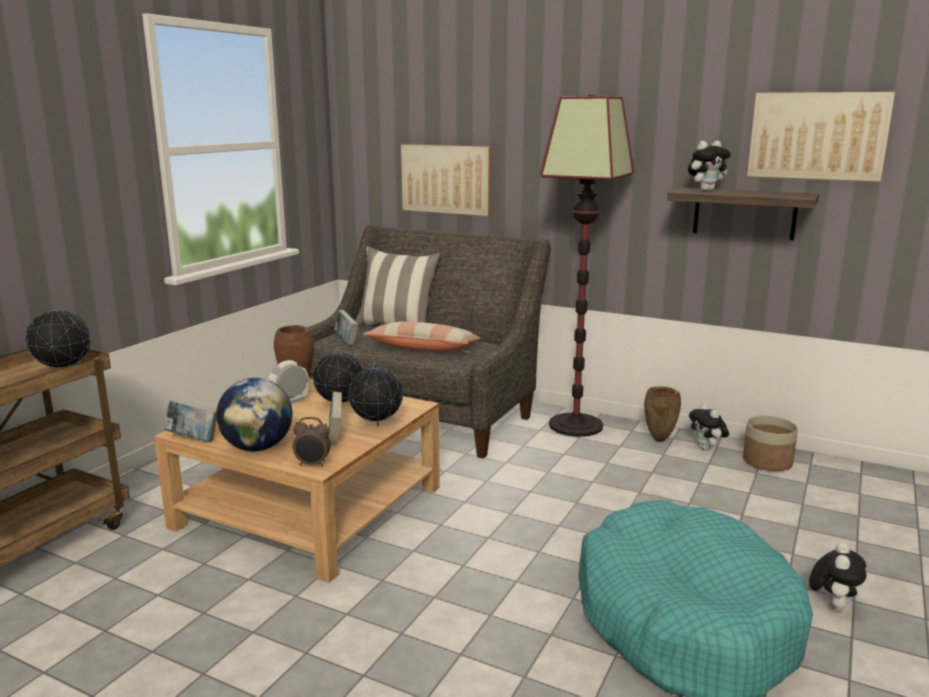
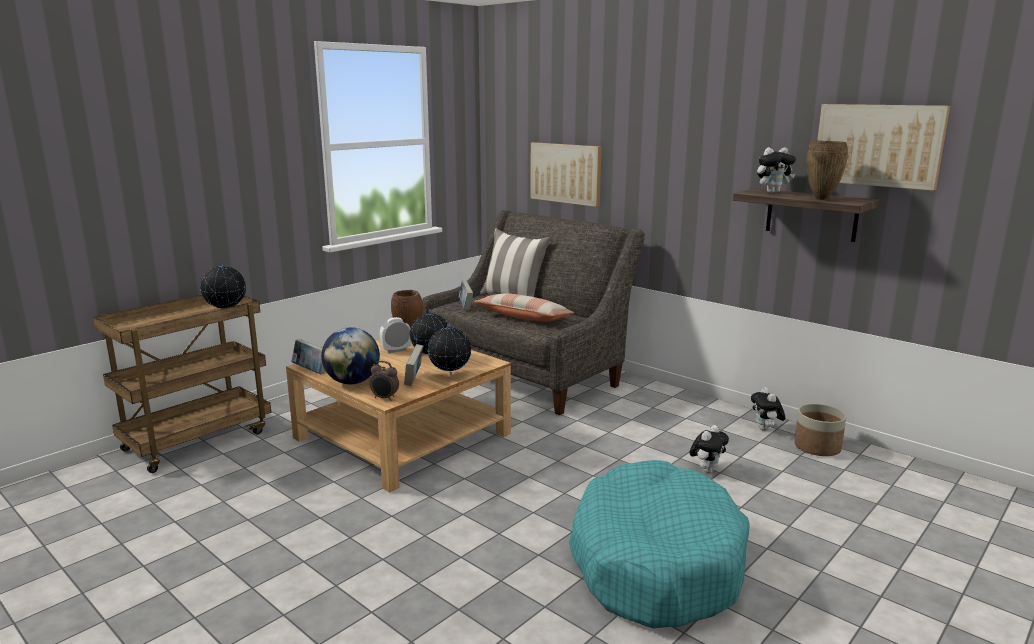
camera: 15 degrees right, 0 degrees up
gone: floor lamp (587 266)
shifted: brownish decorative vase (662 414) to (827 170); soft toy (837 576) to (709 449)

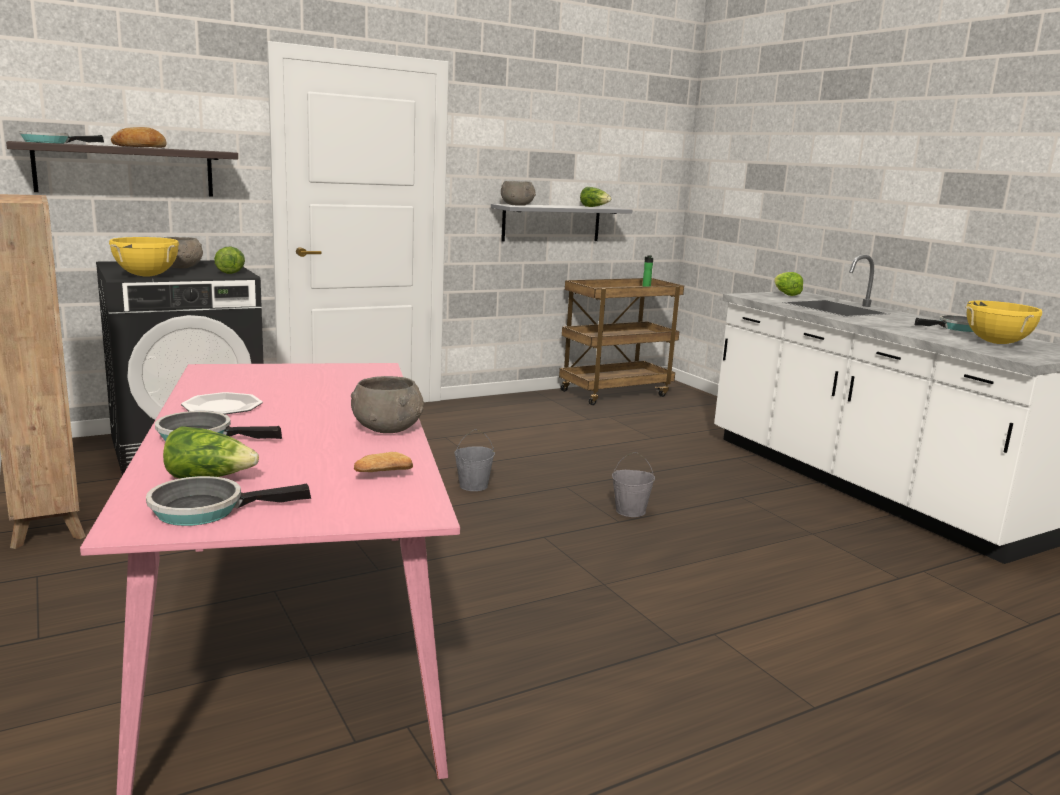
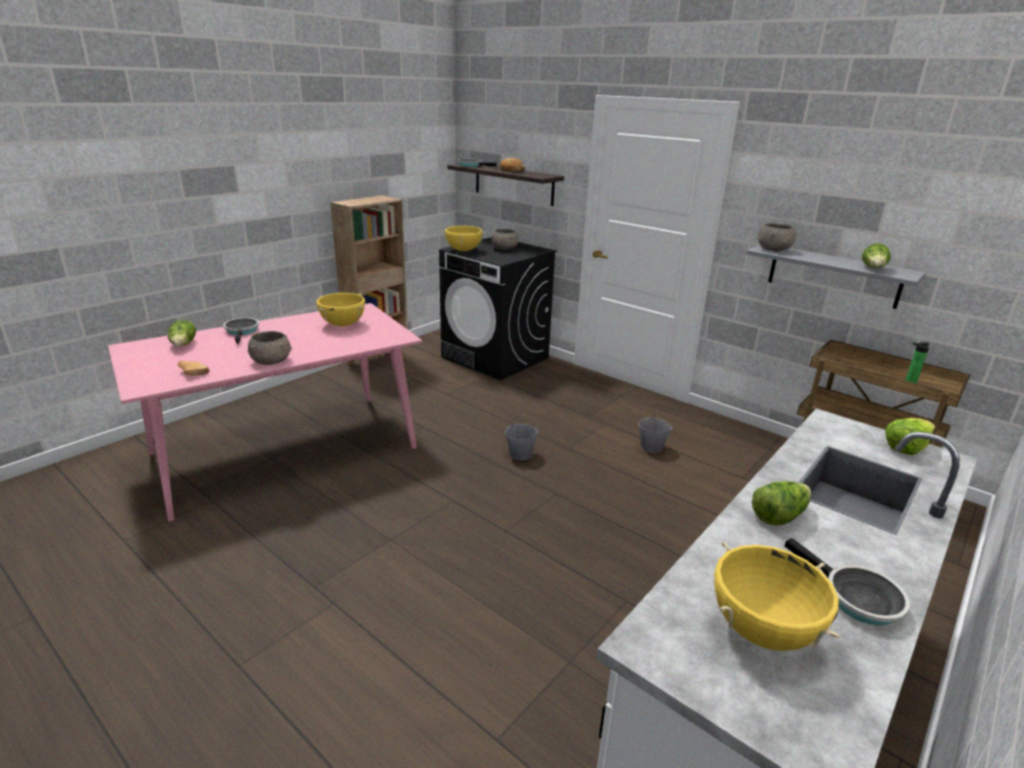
camera: 70 degrees right, 10 degrees up
gone: flat dish (222 403); frying pan (228 501)
new: yellow-coloured saucepot (340 309)
shifted: lettuce (229 260) to (781 503); gray pail (633 484) to (655 430)

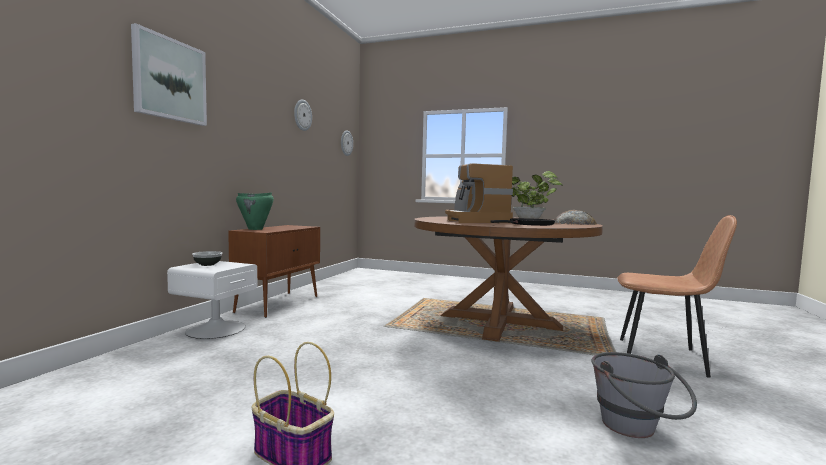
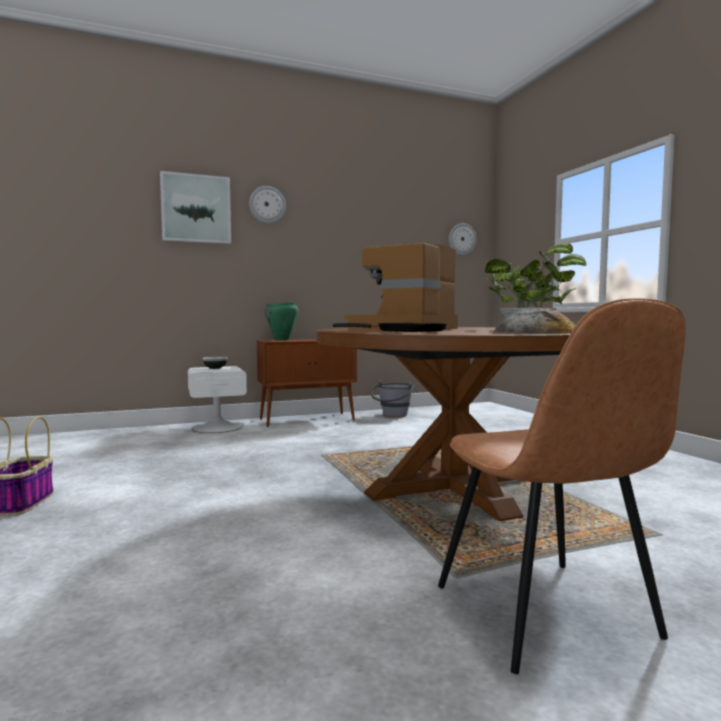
camera: 50 degrees right, 0 degrees up
shifted: wall clock (303 115) to (267 205); gray pail (644 395) to (392 399)

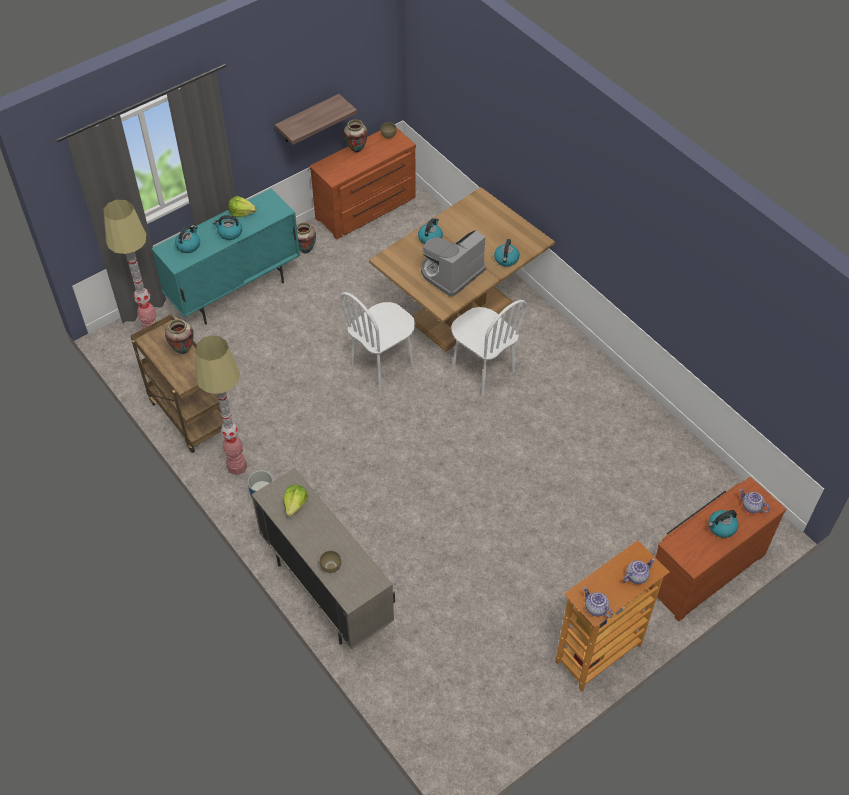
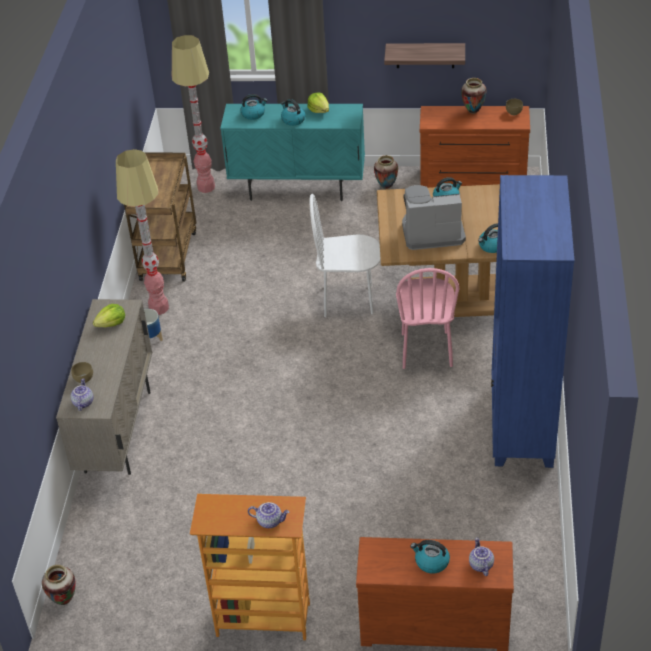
camera: 45 degrees right, 10 degrees down
new: bluish bookcase (533 321)
shifted: decorative vase (179 336) to (59 585); pot for tea (598 602) to (82 394)
repainted: white-coloured upright chair (489 348) to pink upright chair (427 318)

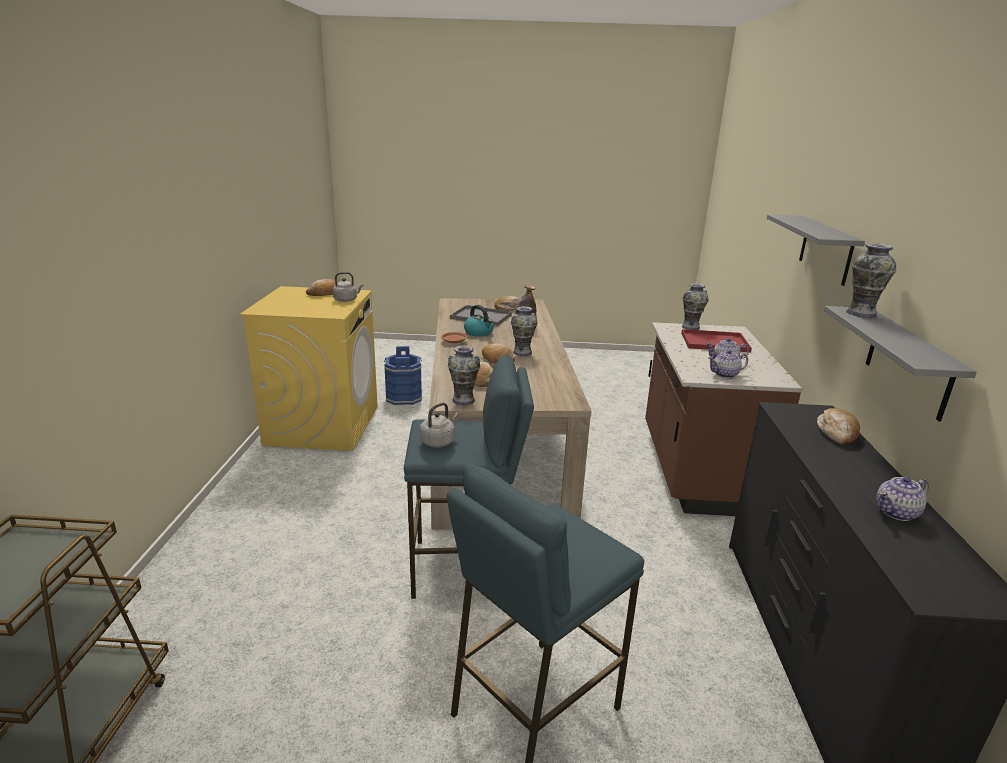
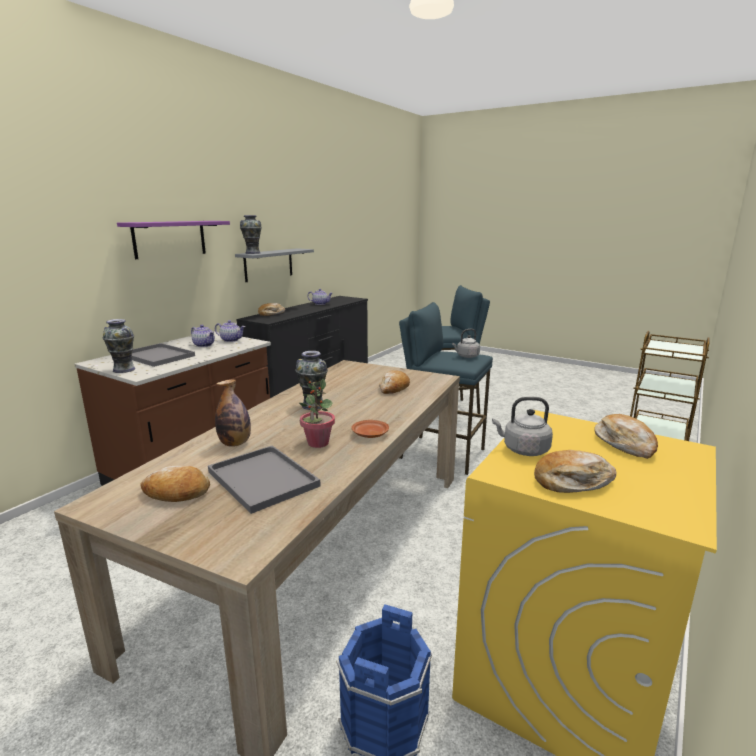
camera: 150 degrees left, 5 degrees down
gone: decorative vase (464 375)
shifted: bakery bread (498 353) to (626 436)
swapped: tea kettle (479 321) to potted plant (317 413)
repainted: gray wall shelf (816 250) to purplish wall shelf (173 240); red-coloured tray (716 340) to gray tray (163 355)

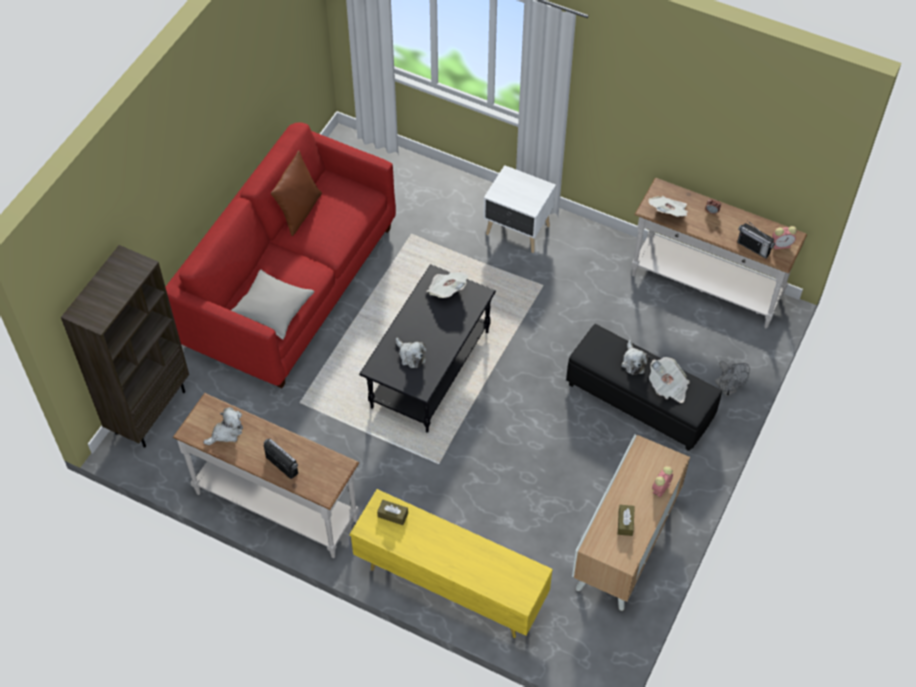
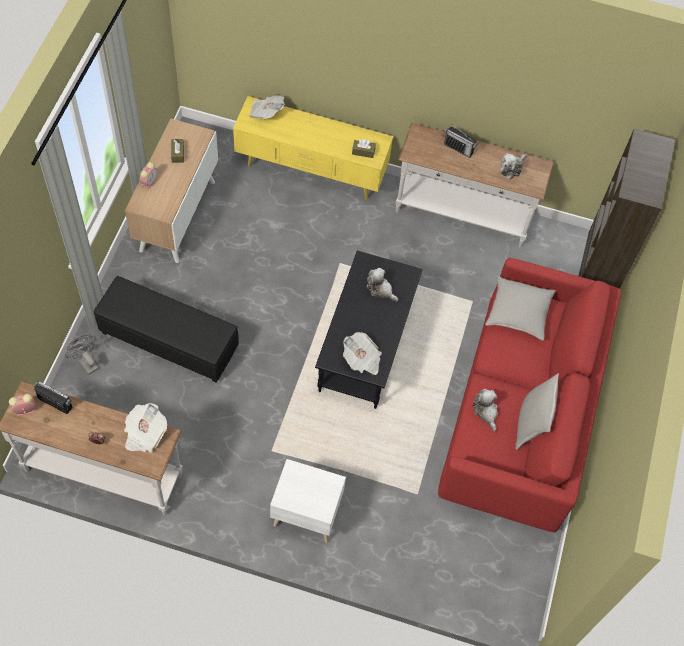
camera: 165 degrees right, 5 degrees up
shifted: soft toy (635 357) to (485 410); newspaper (669 380) to (266 107)
repainted: brownish cushion (296 193) to gray cushion (537 411)

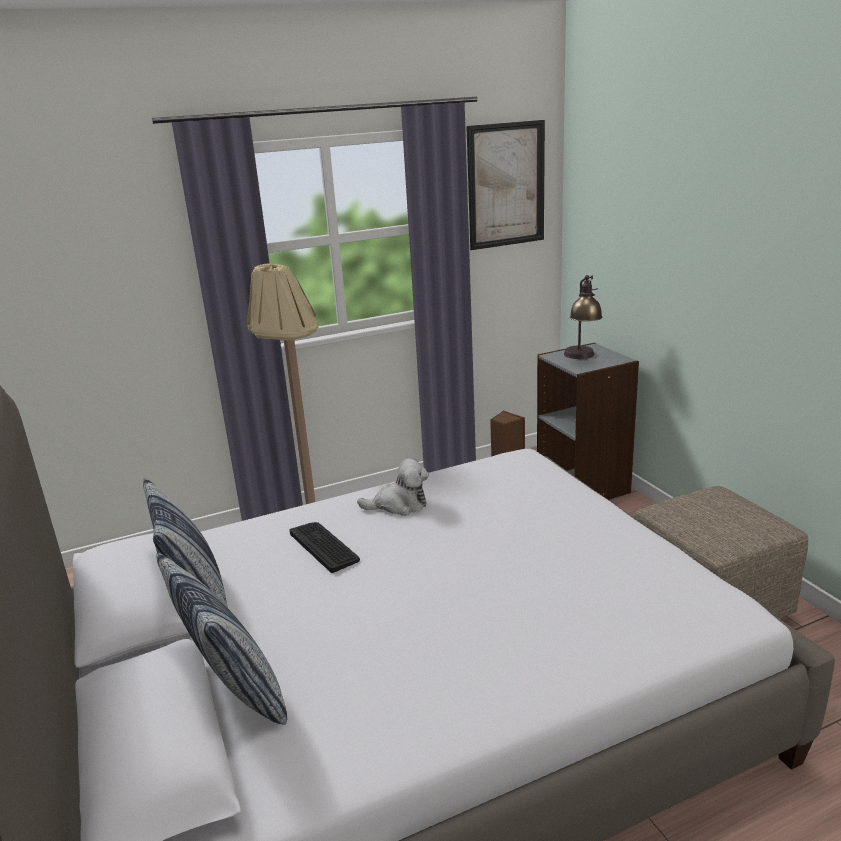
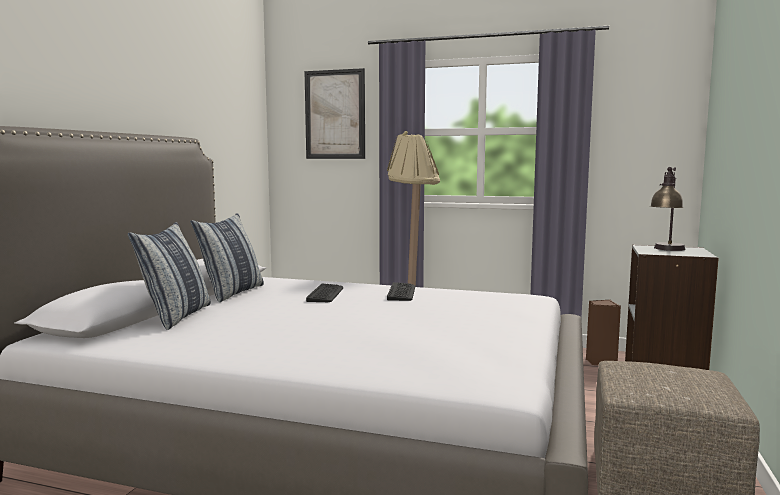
camera: 40 degrees right, 15 degrees down
shifted: wall art (505 185) to (335 113)
swapped: soft toy (393 487) to PC keyboard (401 291)

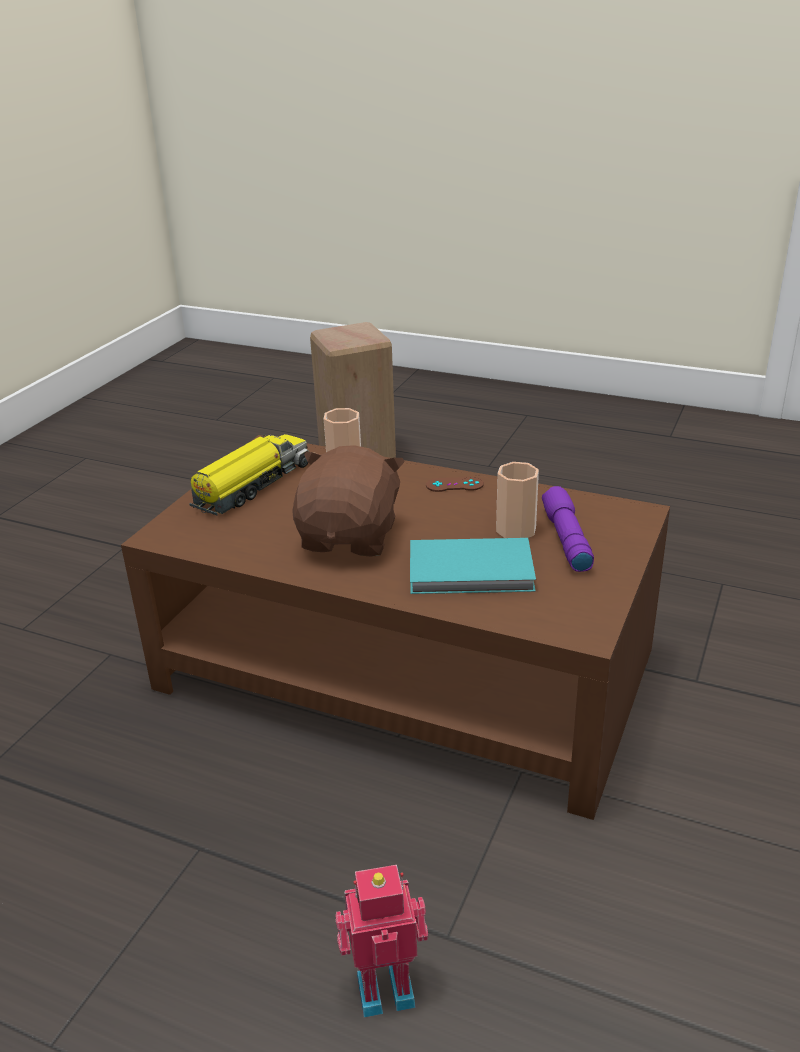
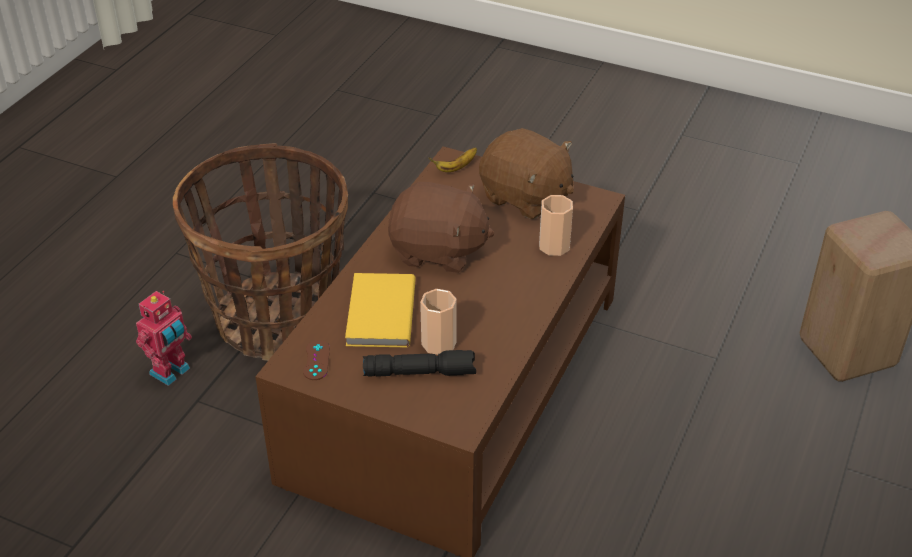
camera: 90 degrees right, 10 degrees up
new: basket (260 252); whole banana (453 159)
shifted: brownish game controller (455 484) to (316 360)
swapped: toy truck (249 474) to brownish soft toy (526 173)
repainted: purplish flashlight (568 529) to black-coloured flashlight (419 363); blue-green book (473 566) to yellow-coloured book (380 310)
rotated: toy robot (381 941) = (164 338) 45 degrees clockwise

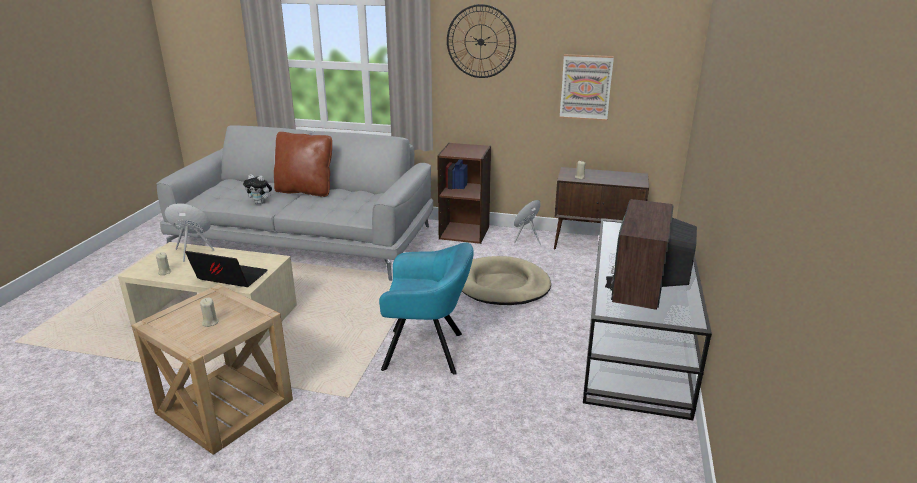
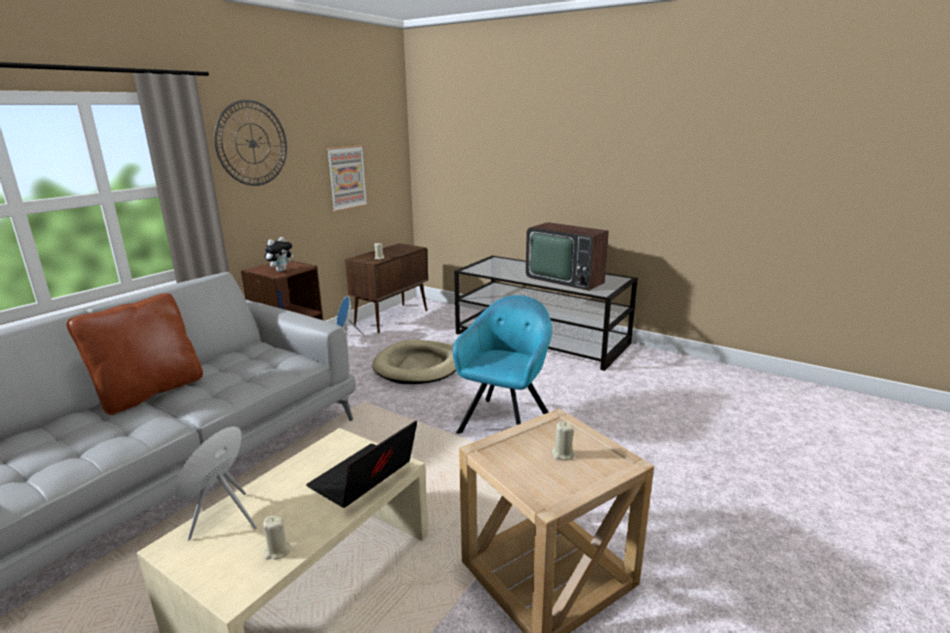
camera: 70 degrees left, 5 degrees down
shifted: soft toy (257 189) to (279 254)

